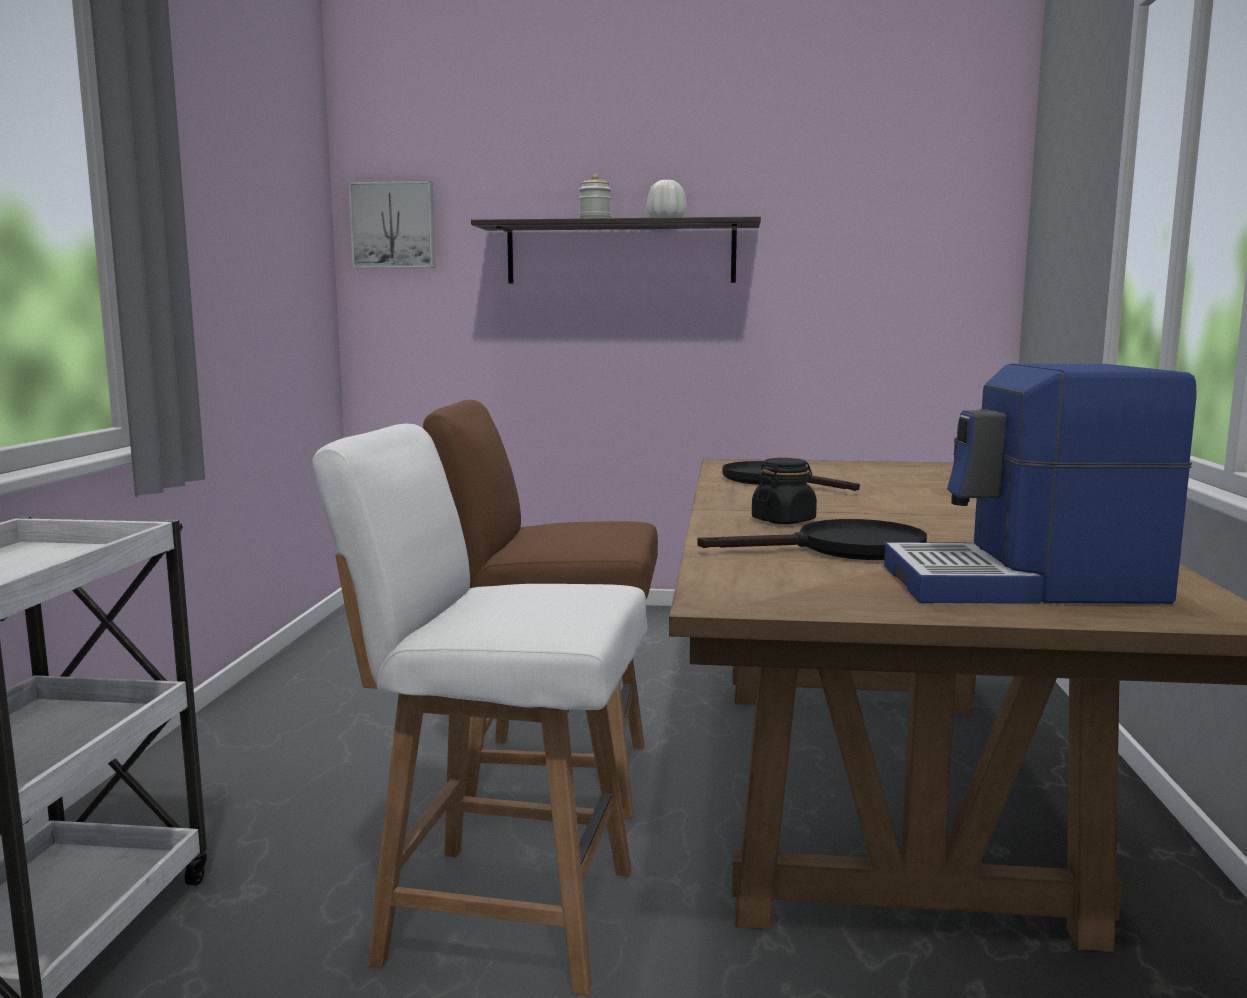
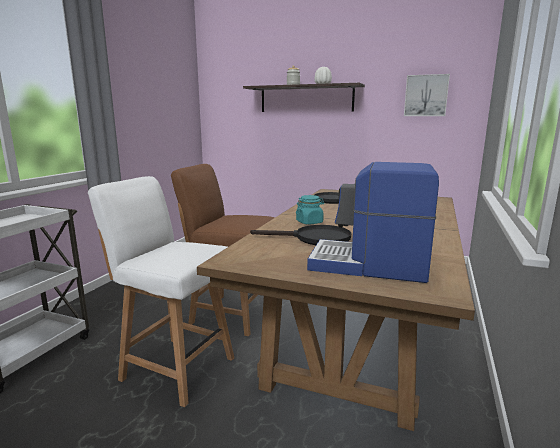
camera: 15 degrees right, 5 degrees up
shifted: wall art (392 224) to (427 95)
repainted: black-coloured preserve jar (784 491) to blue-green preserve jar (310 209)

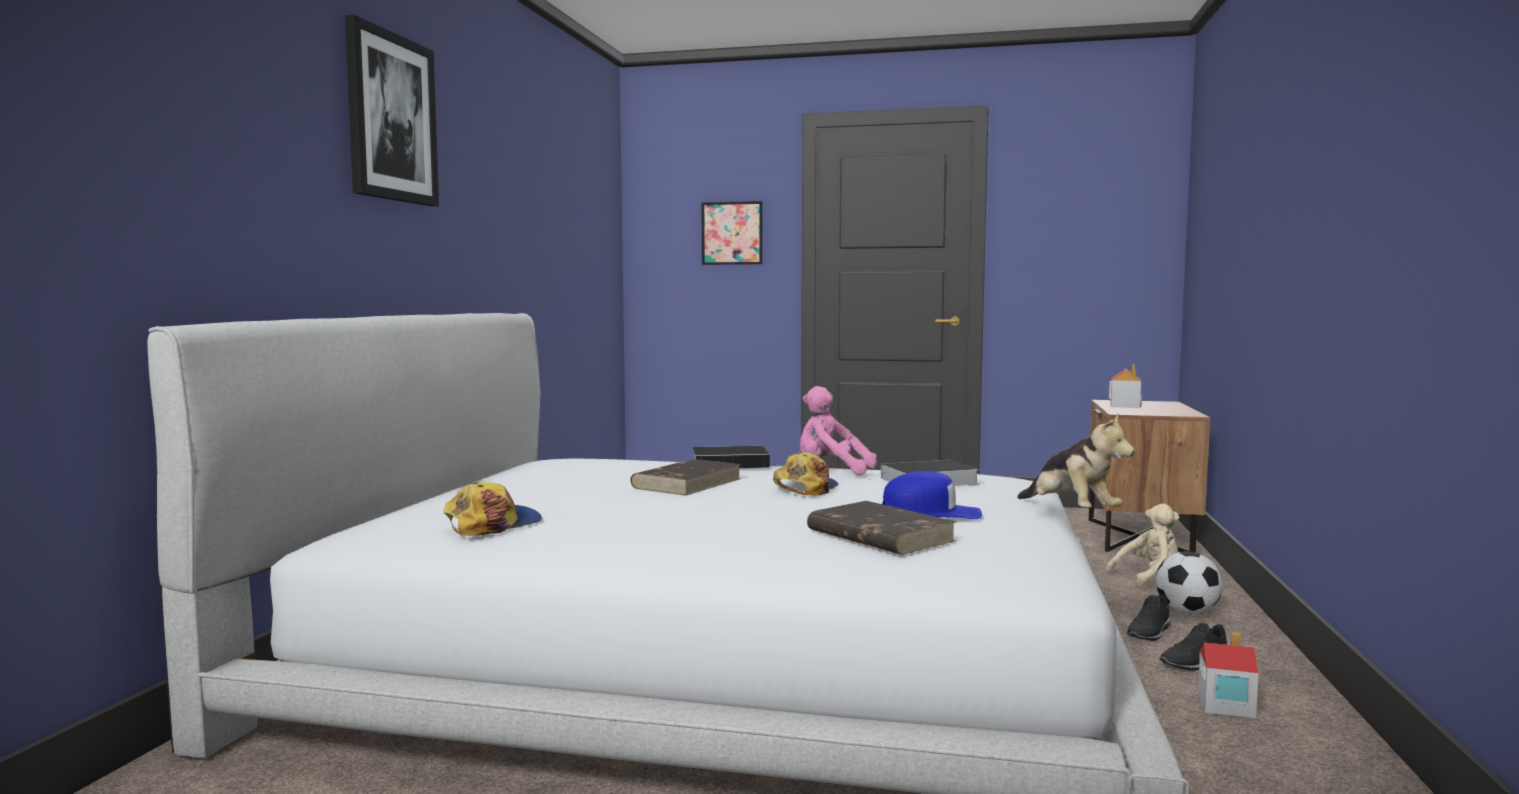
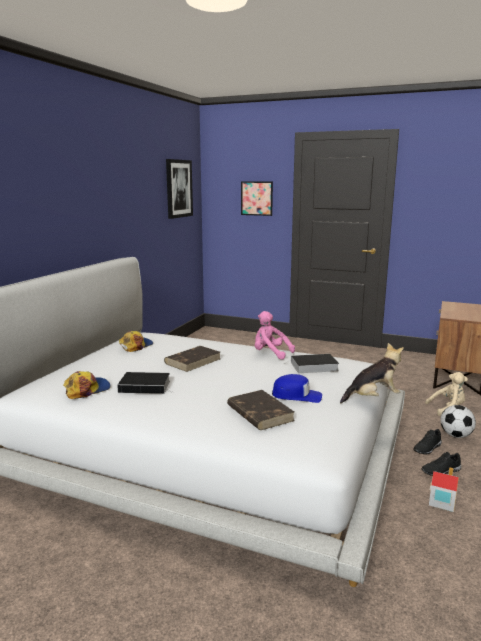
camera: 10 degrees right, 10 degrees up
gone: miniature house (1125 386)
shifted: wall art (392 110) to (179 189); book (736 457) to (145 383); baseball cap (805 474) to (136 341)
rotated: soft toy (1076 461) = (372 373) 90 degrees counterclockwise

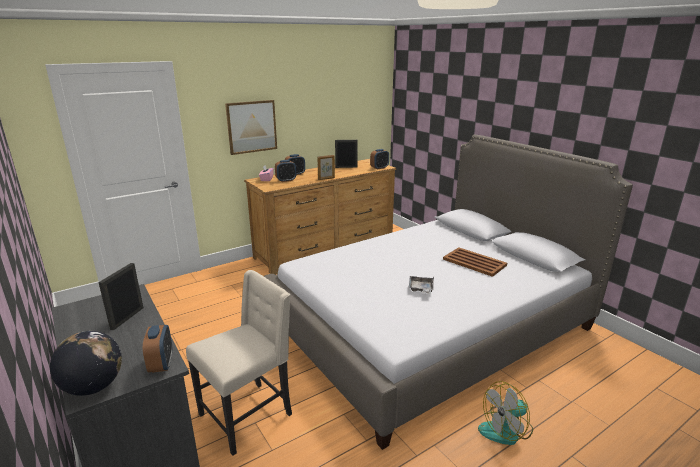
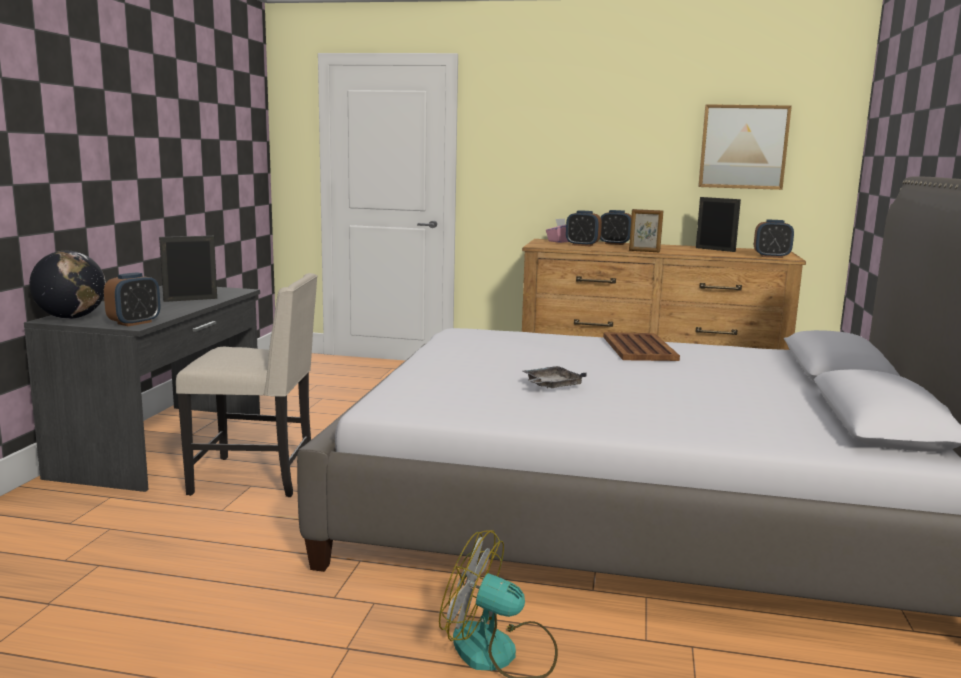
camera: 45 degrees right, 10 degrees down
shifted: wall art (251 127) to (745 147); brownish tray (475 262) to (641 346)

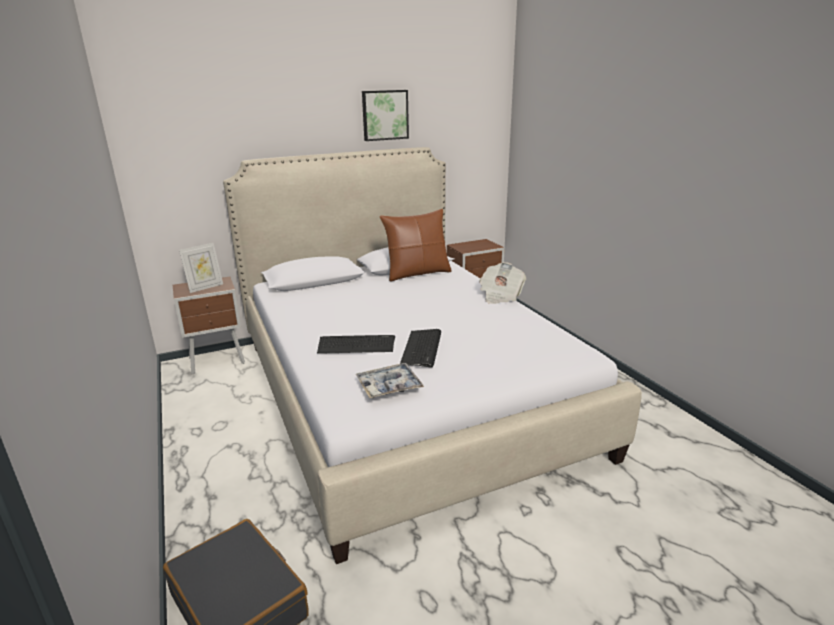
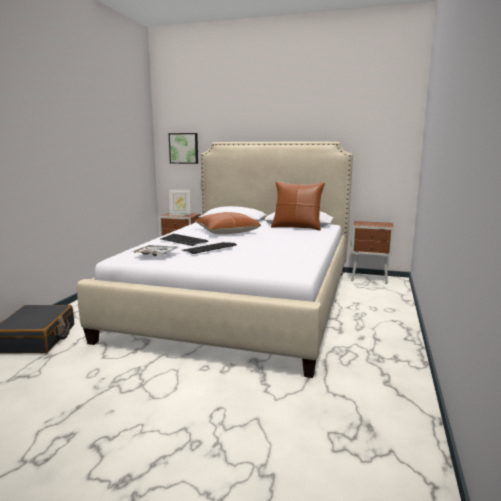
camera: 40 degrees right, 10 degrees down
gone: newspaper (502 283)
new: brownish cushion (228 223)
shifted: wall art (385 115) to (183 148)

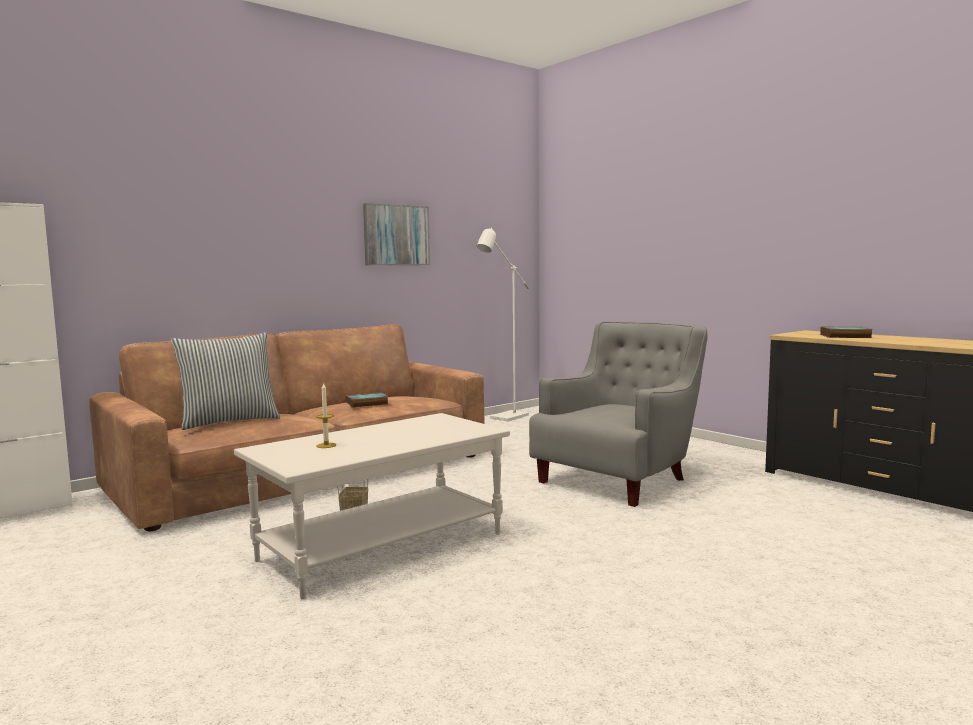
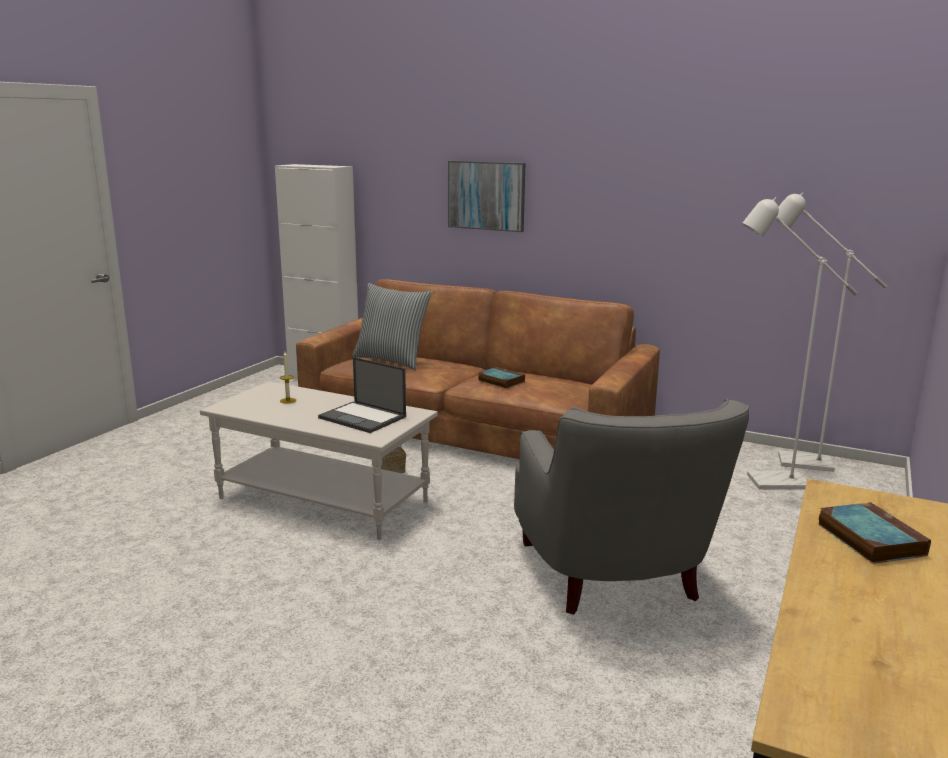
camera: 65 degrees right, 10 degrees up
new: white-coloured floor lamp (800 343); notebook computer (362 395)
shifted: wall art (396 234) to (486 196)
rotated: gray armchair (618 414) = (631 507) 60 degrees clockwise

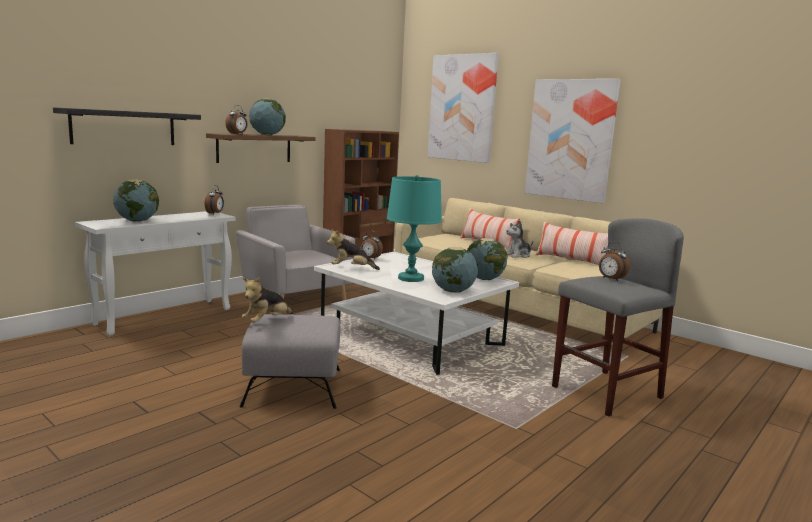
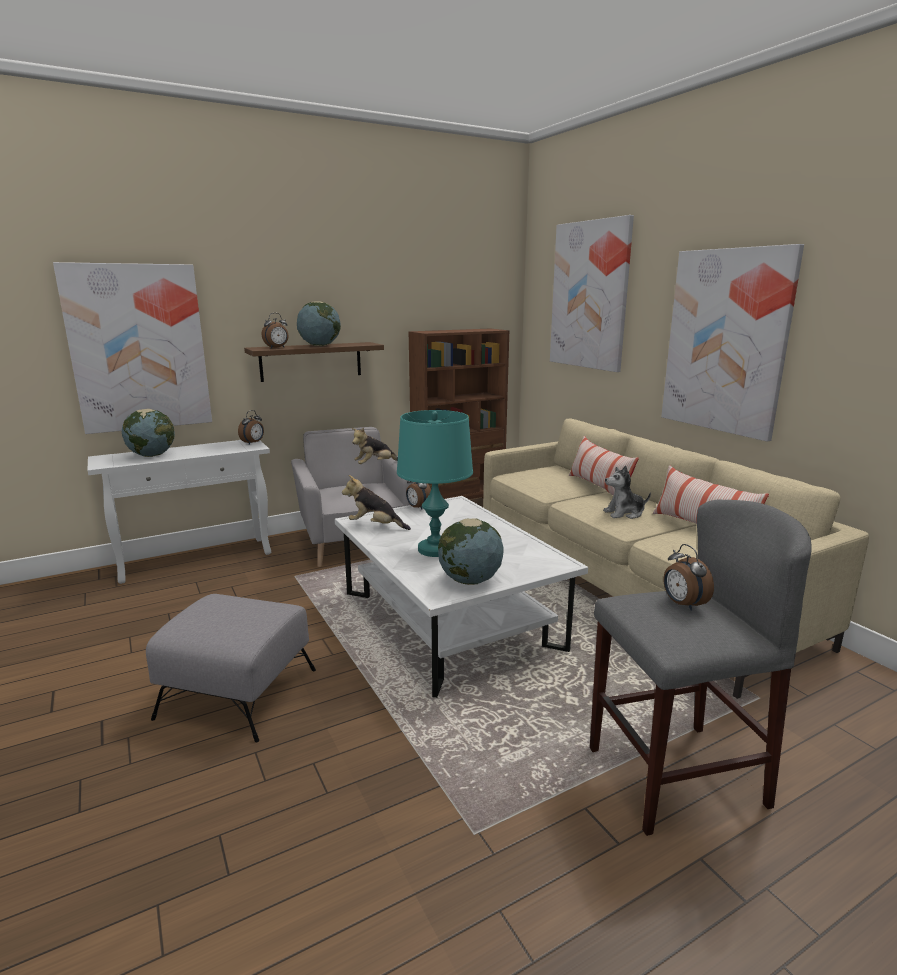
camera: 20 degrees right, 5 degrees up
gone: globe (487 259)
shifted: soft toy (267 300) to (375 446)
swapped: black-coloured wall shelf (127 126) to wall art (132 348)

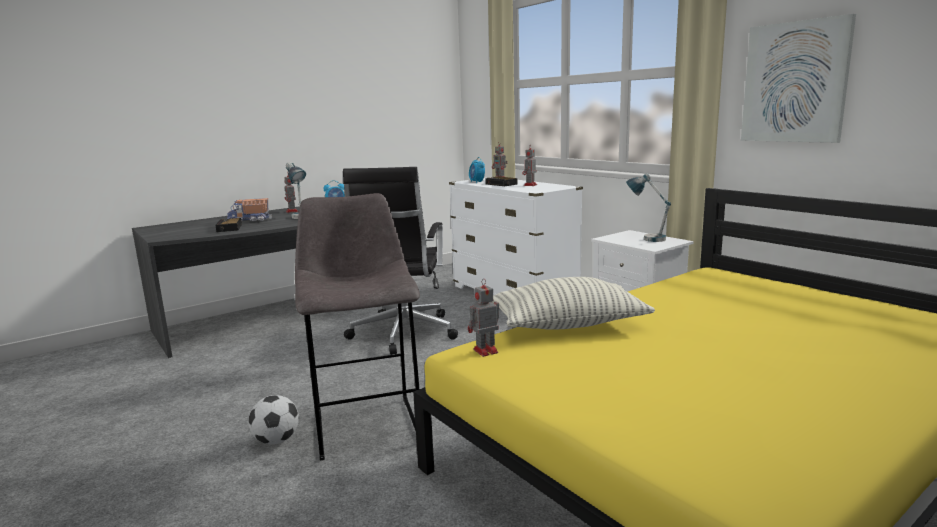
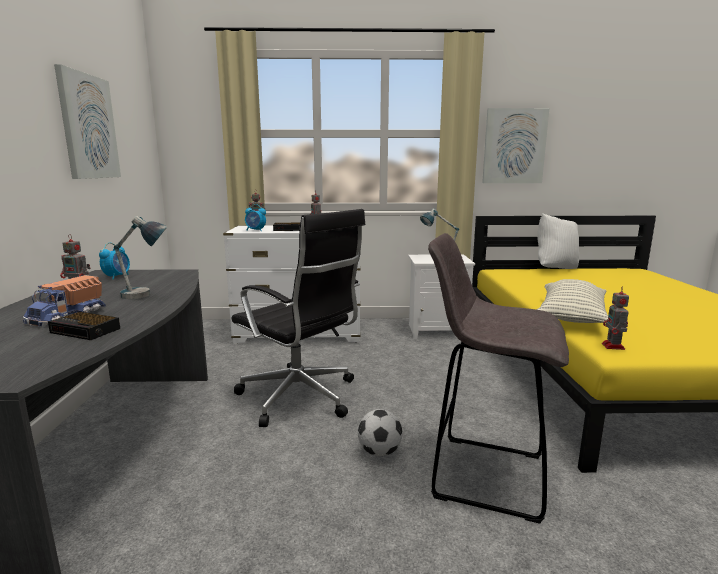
camera: 55 degrees left, 0 degrees up
new: wall art (87 121); white-coloured cushion (558 241)
shifted: football ball (273 419) to (380 432)

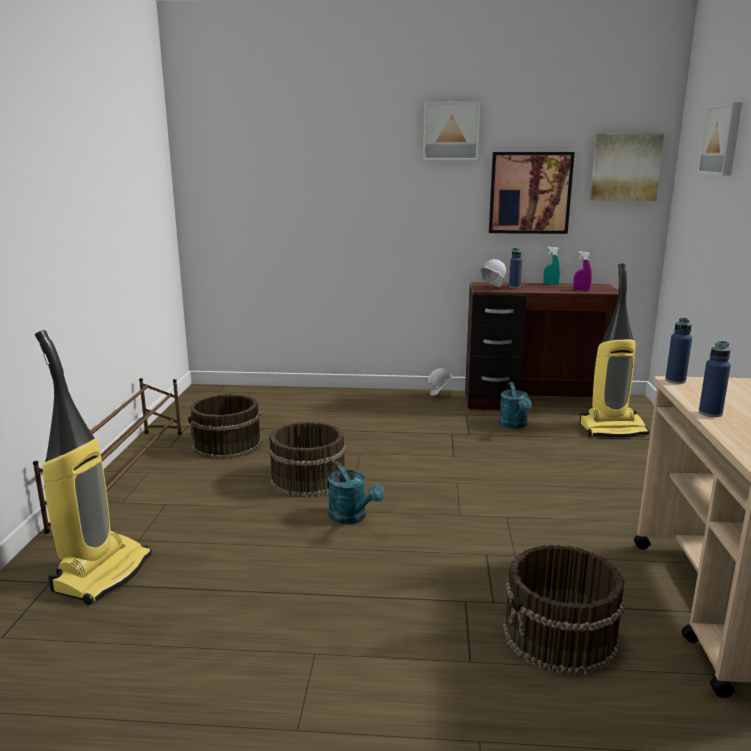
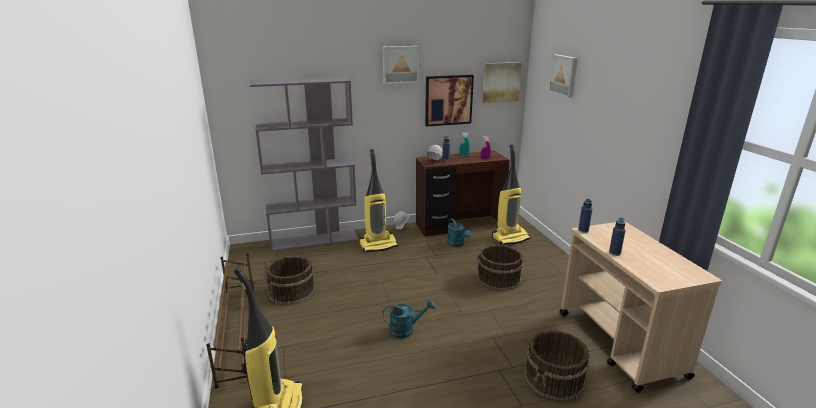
camera: 20 degrees left, 5 degrees up
new: gray bookcase (304 164); vacuum (378 200)
shifted: brownish pail (307 459) to (500 268)
rotated: blue-green sprinkling can (356 492) = (409 318) 45 degrees counterclockwise

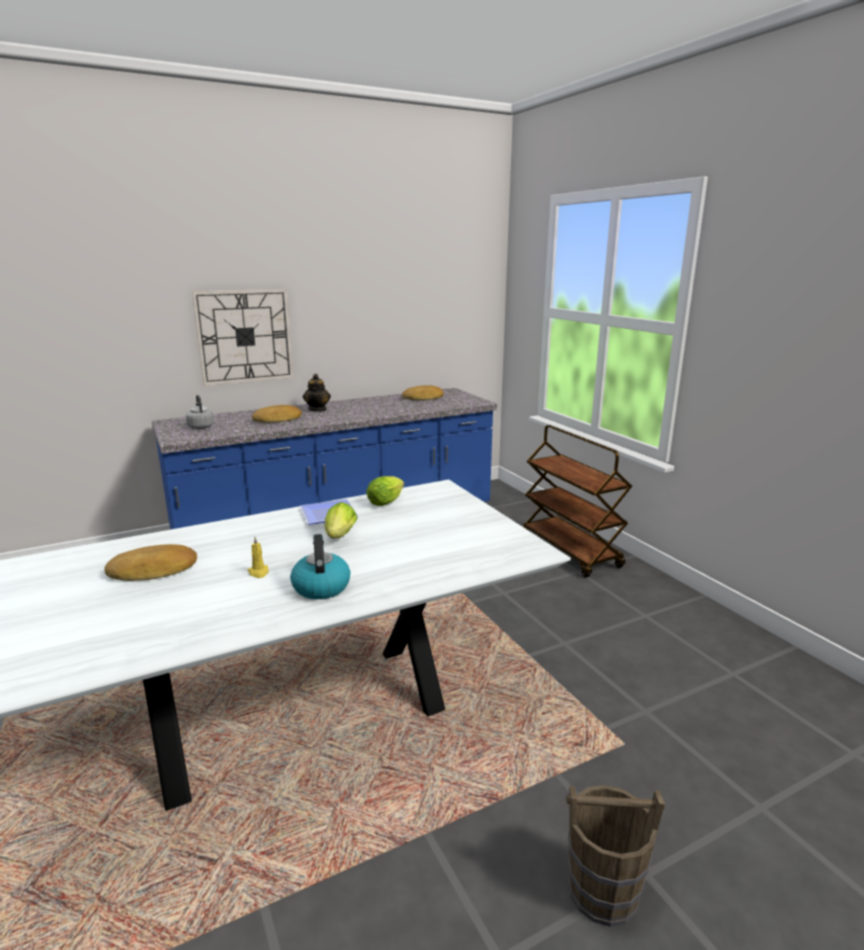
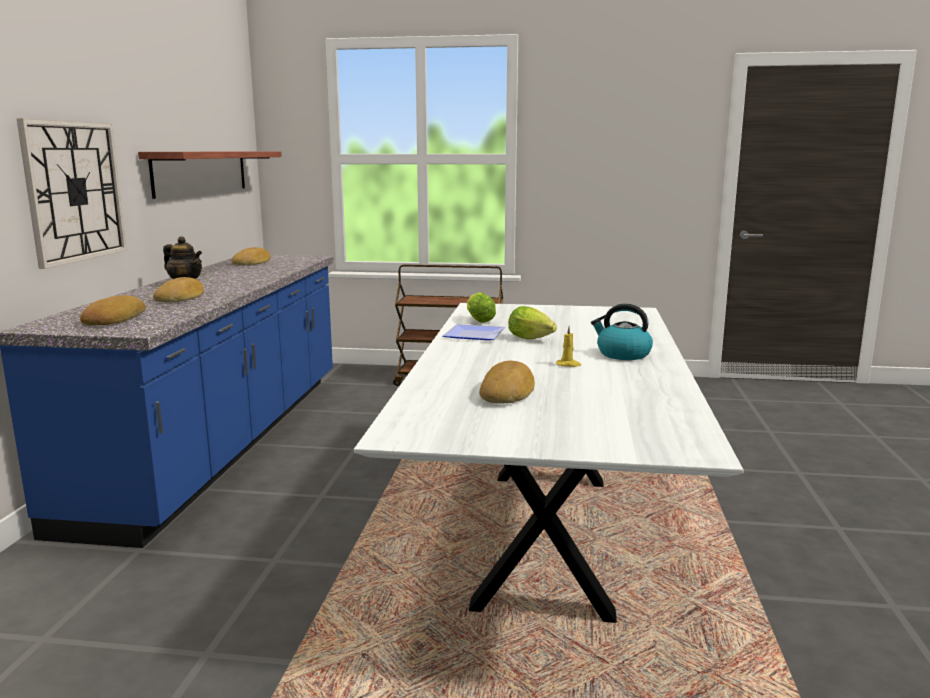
camera: 55 degrees left, 5 degrees down
gone: brownish pail (615 856)
new: wall shelf (210 175)
swapped: gray tea kettle (200 412) to bakery bread (113 310)

